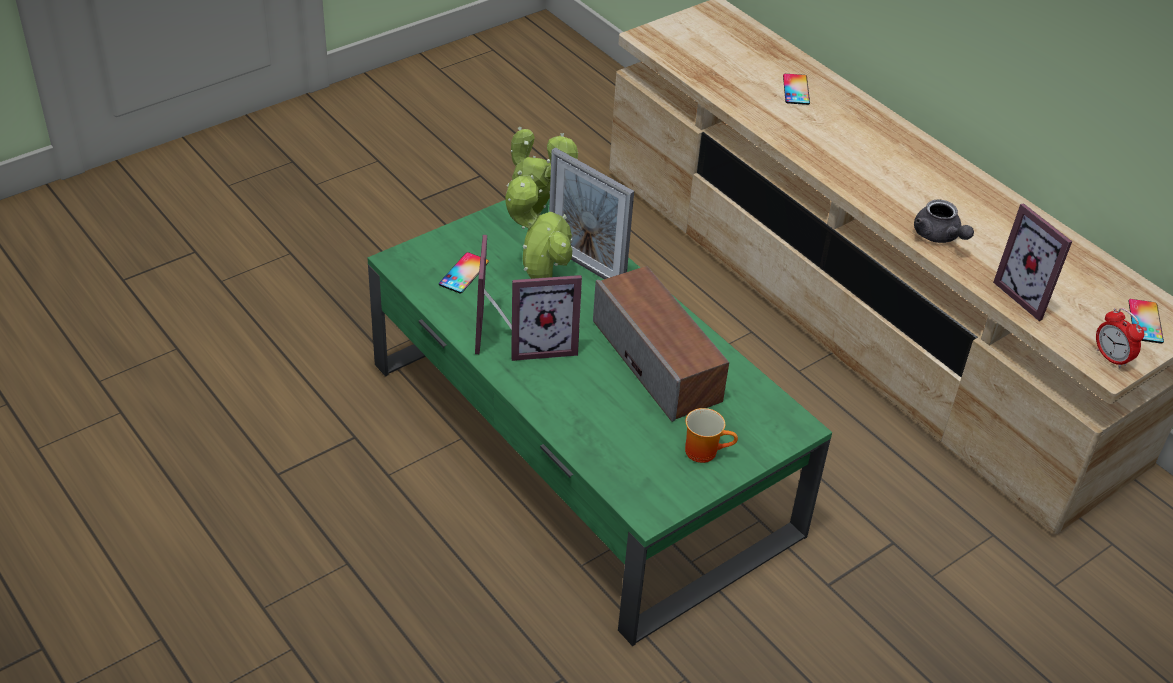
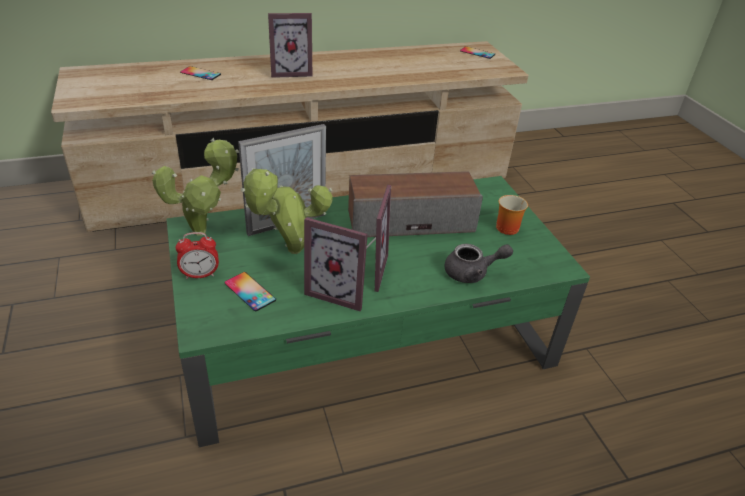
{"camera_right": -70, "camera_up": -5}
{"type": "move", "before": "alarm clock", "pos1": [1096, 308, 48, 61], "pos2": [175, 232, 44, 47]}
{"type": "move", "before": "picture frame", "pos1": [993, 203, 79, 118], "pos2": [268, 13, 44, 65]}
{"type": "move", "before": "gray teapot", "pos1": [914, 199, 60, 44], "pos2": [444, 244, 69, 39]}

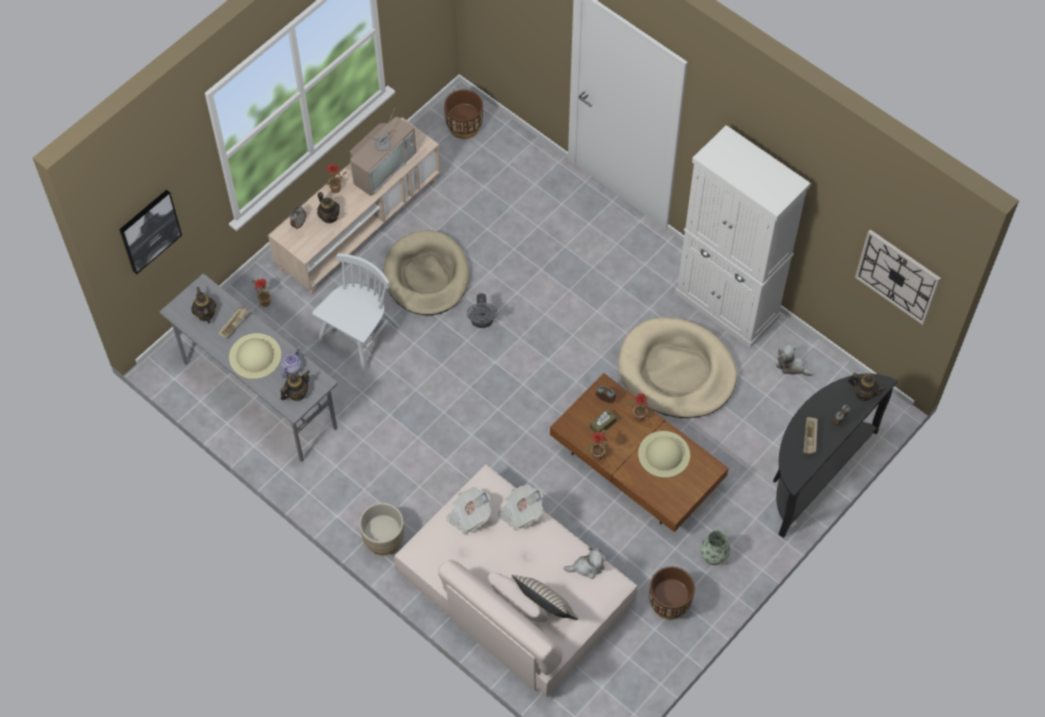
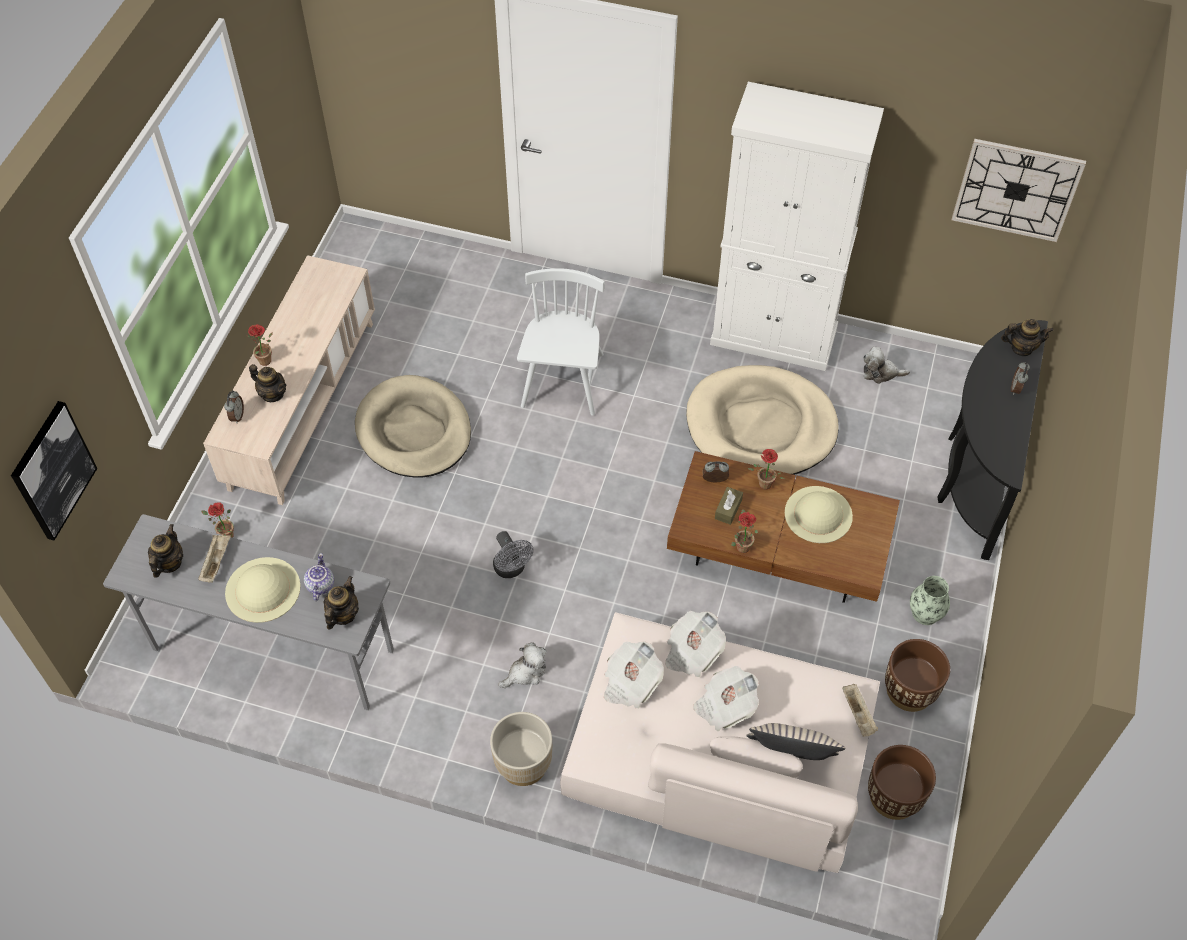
{"camera_right": -25, "camera_up": -5}
{"type": "rotate", "before": "teapot", "pos1": [191, 287, 25, 36], "pos2": [148, 524, 35, 54], "turn": 60}
{"type": "move", "before": "gray fan", "pos1": [467, 293, 31, 35], "pos2": [493, 531, 41, 47]}
{"type": "move", "before": "plush toy", "pos1": [563, 547, 44, 32], "pos2": [498, 642, 49, 46]}
{"type": "move", "before": "white-coloured upright chair", "pos1": [312, 253, 88, 120], "pos2": [517, 268, 88, 148]}
{"type": "insert", "after": "newspaper", "pos2": [693, 666, 66, 65]}
{"type": "move", "before": "sand-coloured serving tray", "pos1": [803, 416, 15, 38], "pos2": [842, 684, 36, 53]}
{"type": "move", "before": "brownish planter", "pos1": [444, 90, 39, 49], "pos2": [868, 745, 68, 75]}
{"type": "delete", "before": "TV", "pos1": [350, 108, 66, 88]}

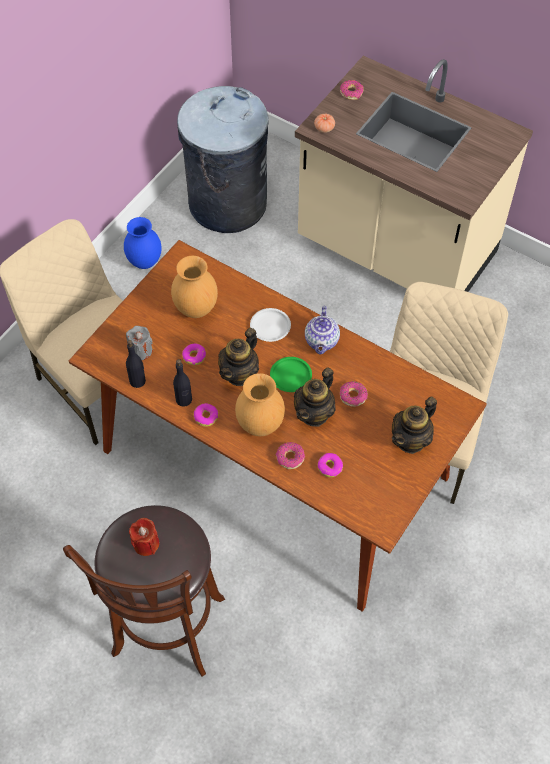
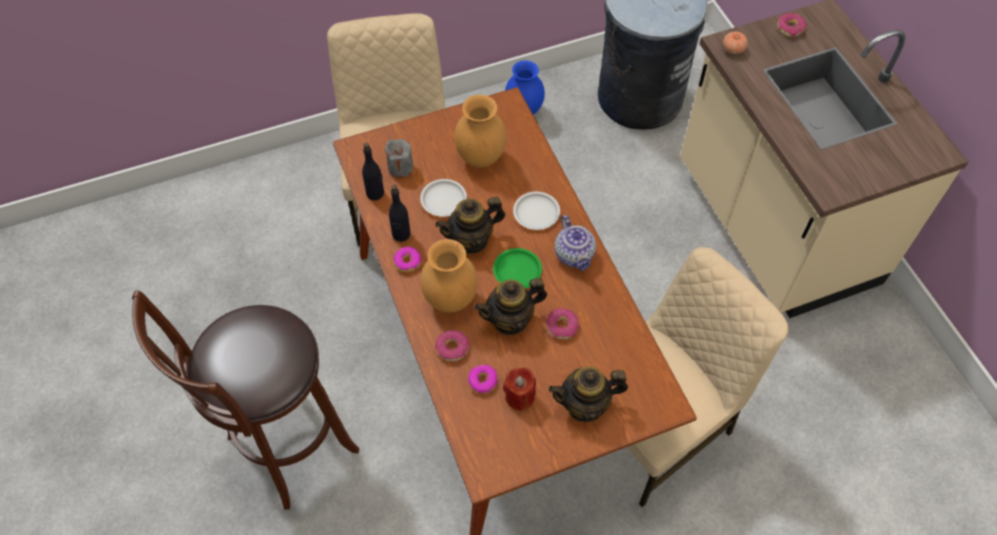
{"camera_right": 35, "camera_up": 0}
{"type": "replace", "before": "ring doughnut", "after": "white-coloured flat dish", "pos1": [182, 344, 24, 21], "pos2": [420, 179, 47, 38]}
{"type": "move", "before": "red candle", "pos1": [129, 518, 31, 38], "pos2": [503, 368, 33, 43]}
{"type": "rotate", "before": "teapot", "pos1": [305, 306, 35, 49], "pos2": [555, 215, 41, 56], "turn": -60}

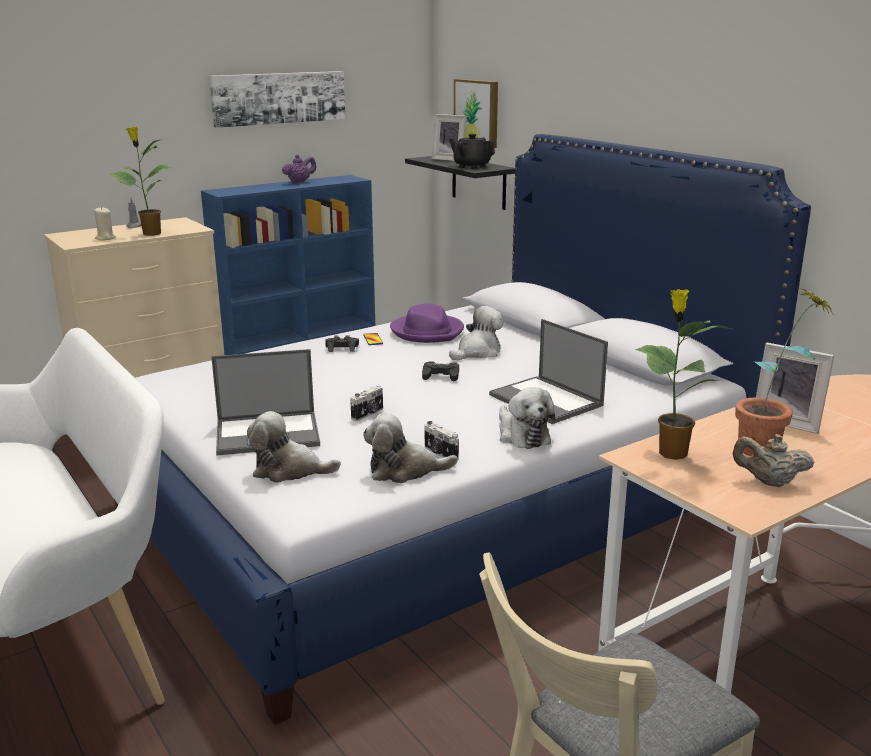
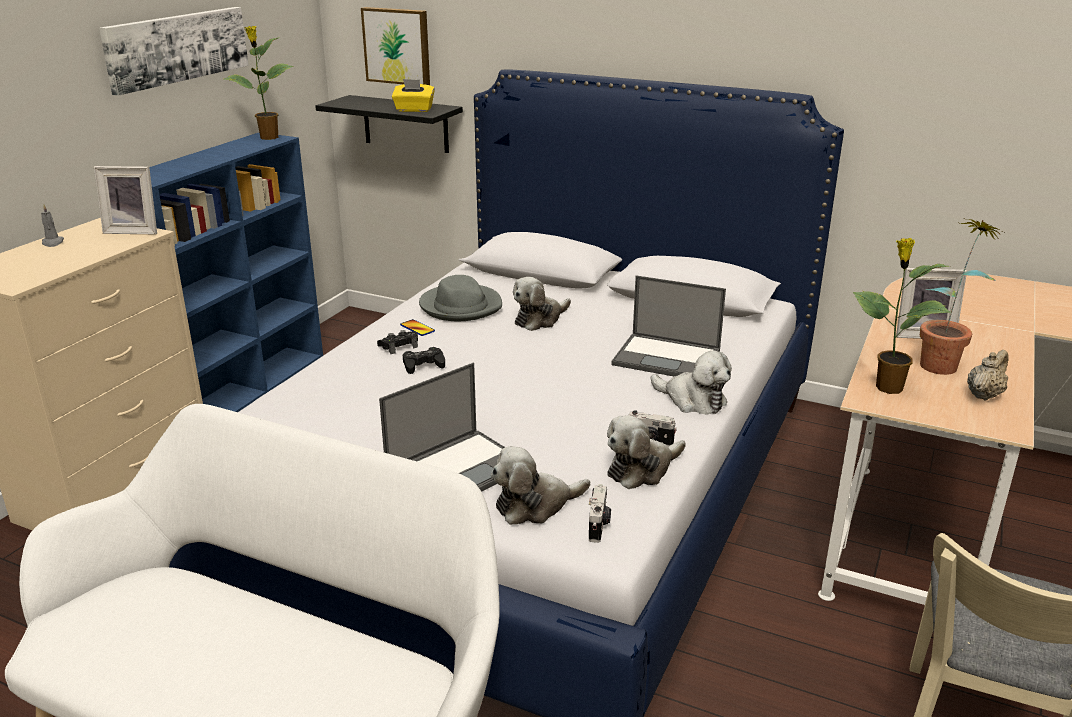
{"camera_right": -30, "camera_up": 5}
{"type": "move", "before": "picture frame", "pos1": [431, 114, 35, 47], "pos2": [94, 166, 63, 68]}
{"type": "move", "before": "plant in a pot", "pos1": [110, 126, 63, 110], "pos2": [224, 26, 69, 114]}
{"type": "replace", "before": "black teapot", "after": "yellow-coloured tissue holder", "pos1": [449, 134, 46, 35], "pos2": [392, 79, 43, 33]}
{"type": "move", "before": "black game controller", "pos1": [422, 361, 37, 20], "pos2": [403, 347, 42, 27]}
{"type": "recolor", "before": "purplish wearable hat", "after": "gray wearable hat", "pos1": [390, 304, 74, 39], "pos2": [419, 275, 83, 46]}
{"type": "rotate", "before": "plush toy", "pos1": [449, 306, 54, 54], "pos2": [513, 277, 58, 54], "turn": -150}
{"type": "move", "before": "photo camera", "pos1": [350, 386, 33, 35], "pos2": [589, 484, 22, 59]}
{"type": "rotate", "before": "sand-coloured teapot", "pos1": [733, 434, 81, 53], "pos2": [967, 350, 42, 51], "turn": 150}
{"type": "delete", "before": "sand-coloured candle", "pos1": [94, 207, 22, 33]}
{"type": "delete", "before": "purplish teapot", "pos1": [282, 154, 34, 29]}

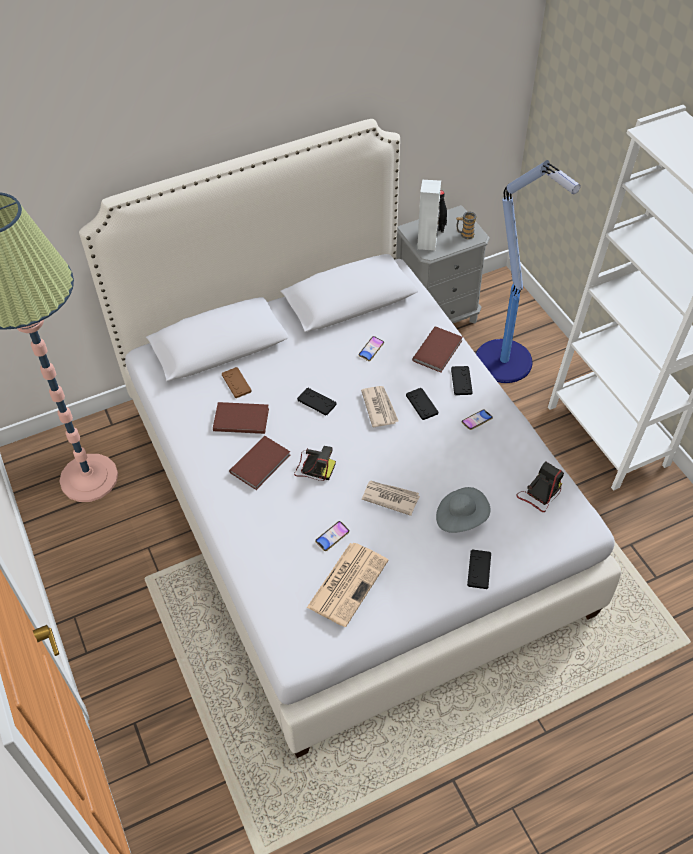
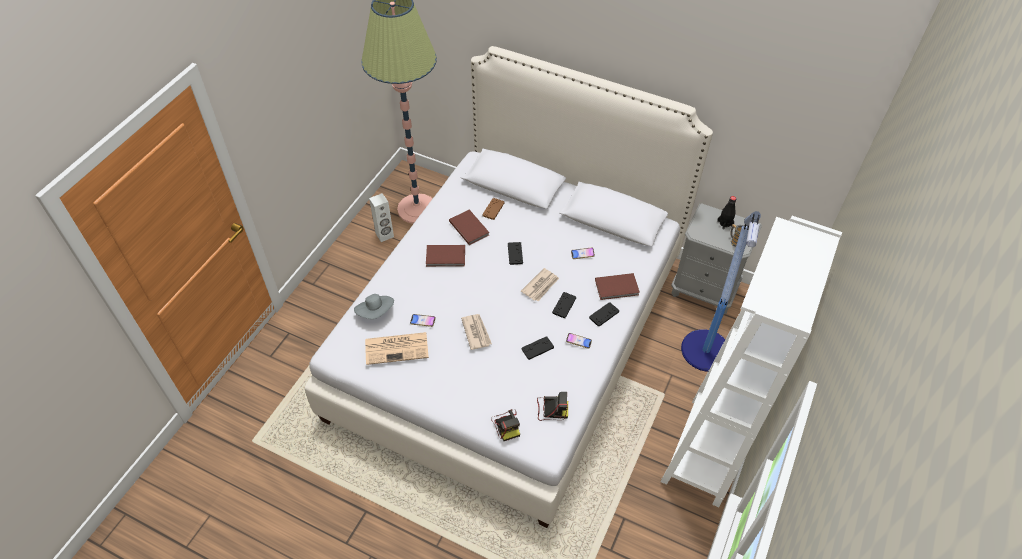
{"camera_right": 50, "camera_up": 0}
{"type": "move", "before": "gray wearable hat", "pos1": [436, 487, 55, 46], "pos2": [354, 294, 40, 25]}
{"type": "move", "before": "white-coloured speaker", "pos1": [417, 180, 24, 71], "pos2": [369, 193, 25, 49]}
{"type": "move", "before": "photo camera", "pos1": [294, 446, 42, 35], "pos2": [491, 409, 29, 32]}
{"type": "move", "before": "black game controller", "pos1": [467, 549, 24, 40], "pos2": [521, 337, 33, 23]}

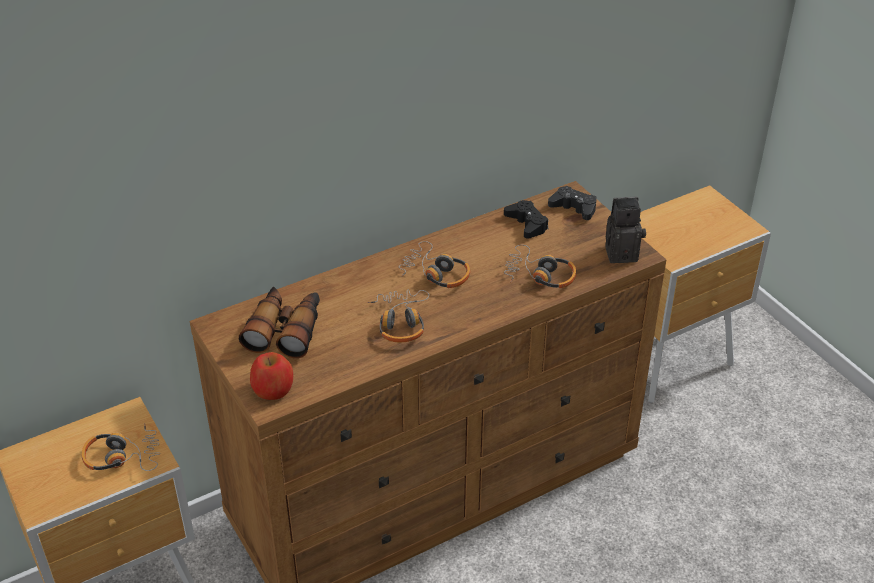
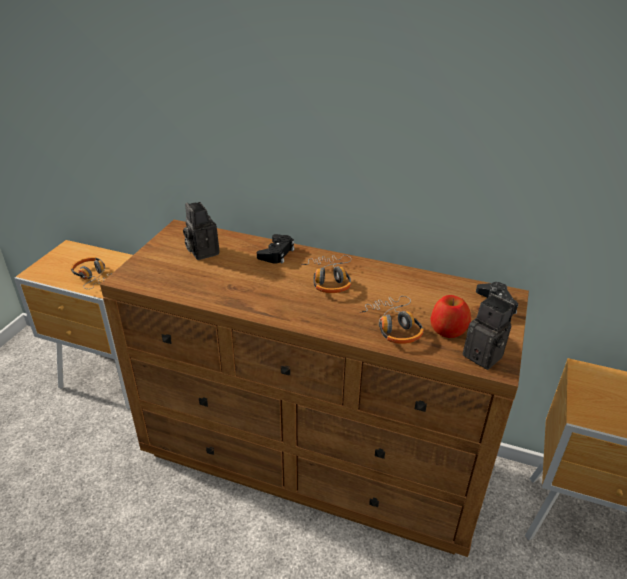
{"camera_right": 50, "camera_up": -5}
{"type": "replace", "before": "field glasses", "after": "photo camera", "pos1": [239, 287, 81, 71], "pos2": [183, 202, 37, 58]}
{"type": "move", "before": "black game controller", "pos1": [504, 200, 44, 39], "pos2": [257, 234, 38, 30]}
{"type": "move", "before": "whole apple", "pos1": [250, 352, 43, 48], "pos2": [431, 295, 40, 43]}
{"type": "delete", "before": "headset", "pos1": [367, 289, 62, 53]}

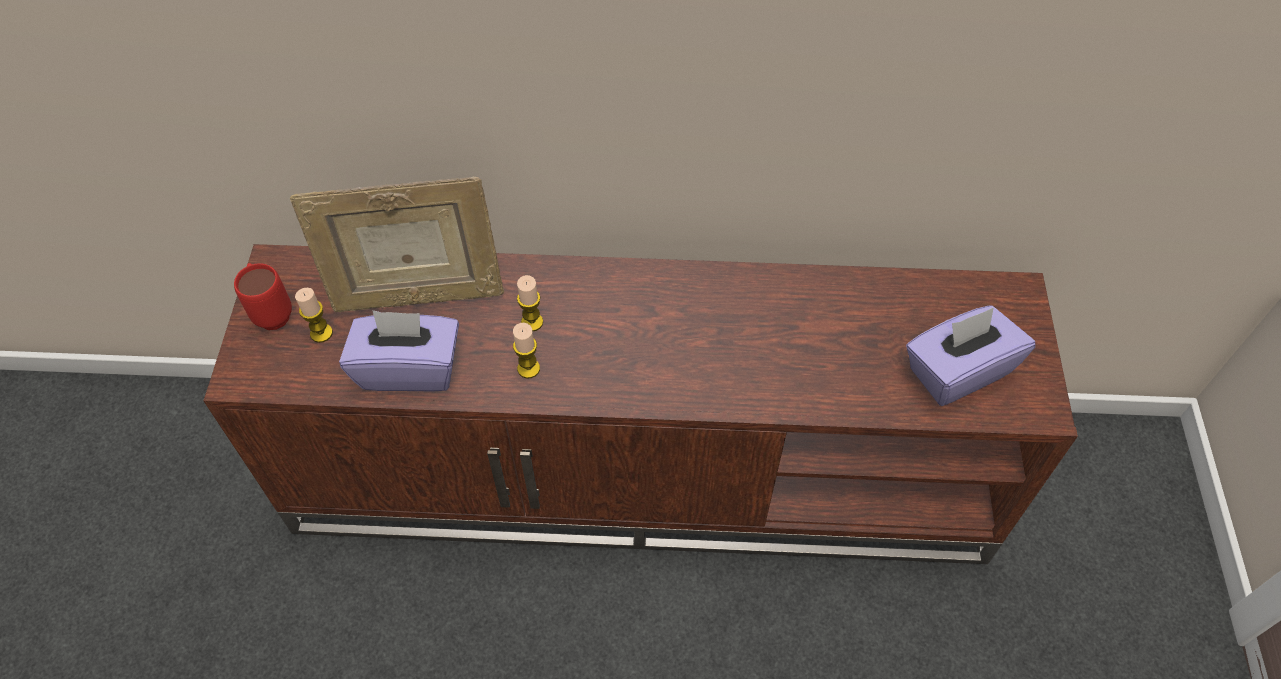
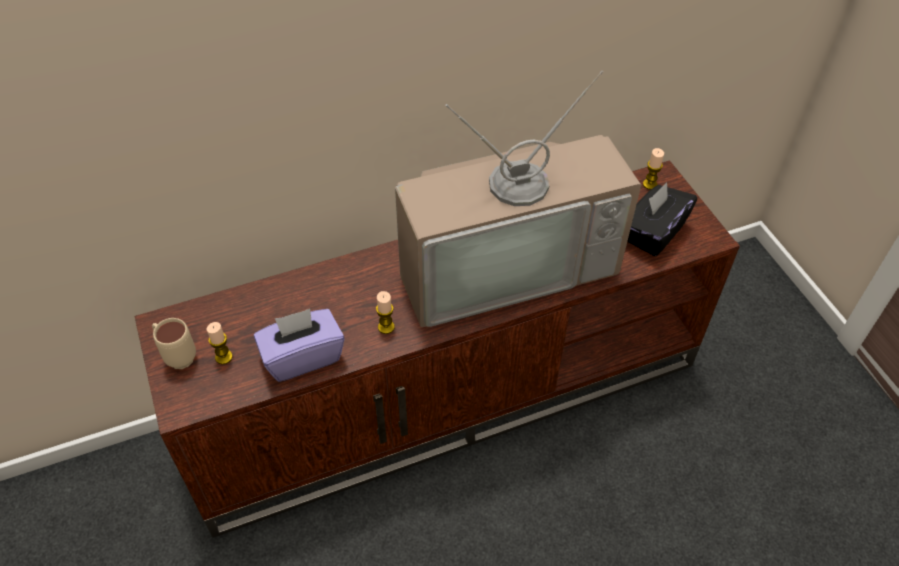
{"camera_right": -25, "camera_up": -5}
{"type": "recolor", "before": "red coffee mug", "after": "sand-coloured coffee mug", "pos1": [234, 263, 58, 67], "pos2": [152, 318, 44, 51]}
{"type": "insert", "after": "TV", "pos2": [395, 71, 246, 256]}
{"type": "recolor", "before": "purplish tissue holder", "after": "black tissue holder", "pos1": [906, 305, 129, 101], "pos2": [627, 182, 70, 74]}
{"type": "move", "before": "candle", "pos1": [517, 275, 26, 56], "pos2": [643, 148, 21, 42]}
{"type": "delete", "before": "picture frame", "pos1": [290, 177, 214, 135]}

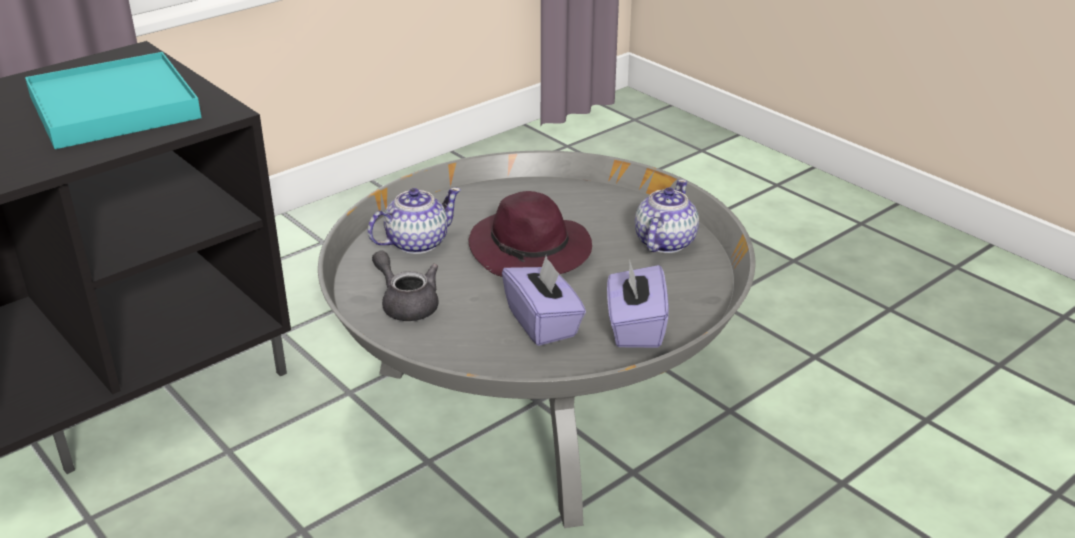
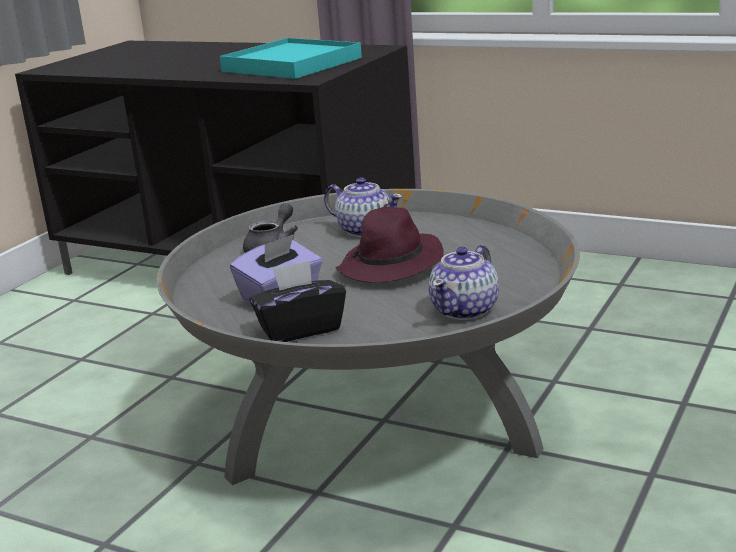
{"camera_right": 70, "camera_up": -10}
{"type": "recolor", "before": "purplish tissue holder", "after": "black tissue holder", "pos1": [607, 260, 62, 88], "pos2": [249, 260, 97, 82]}
{"type": "rotate", "before": "teapot", "pos1": [635, 179, 64, 74], "pos2": [429, 245, 70, 75], "turn": 120}

